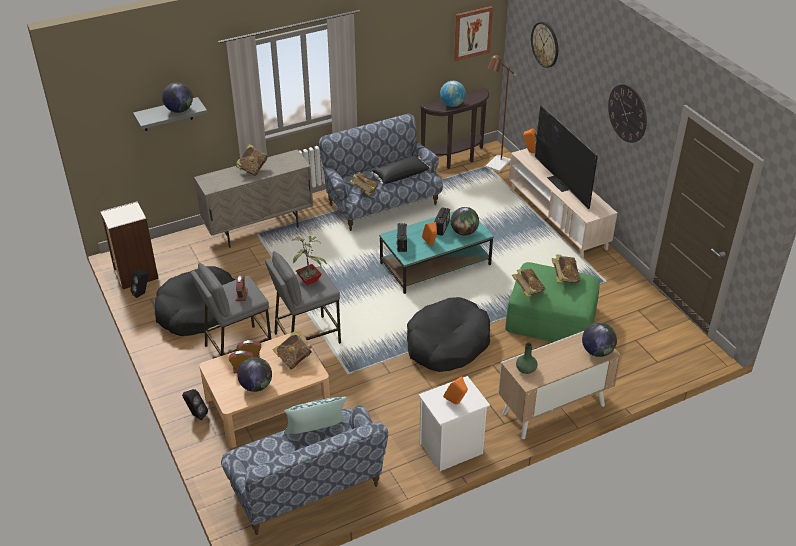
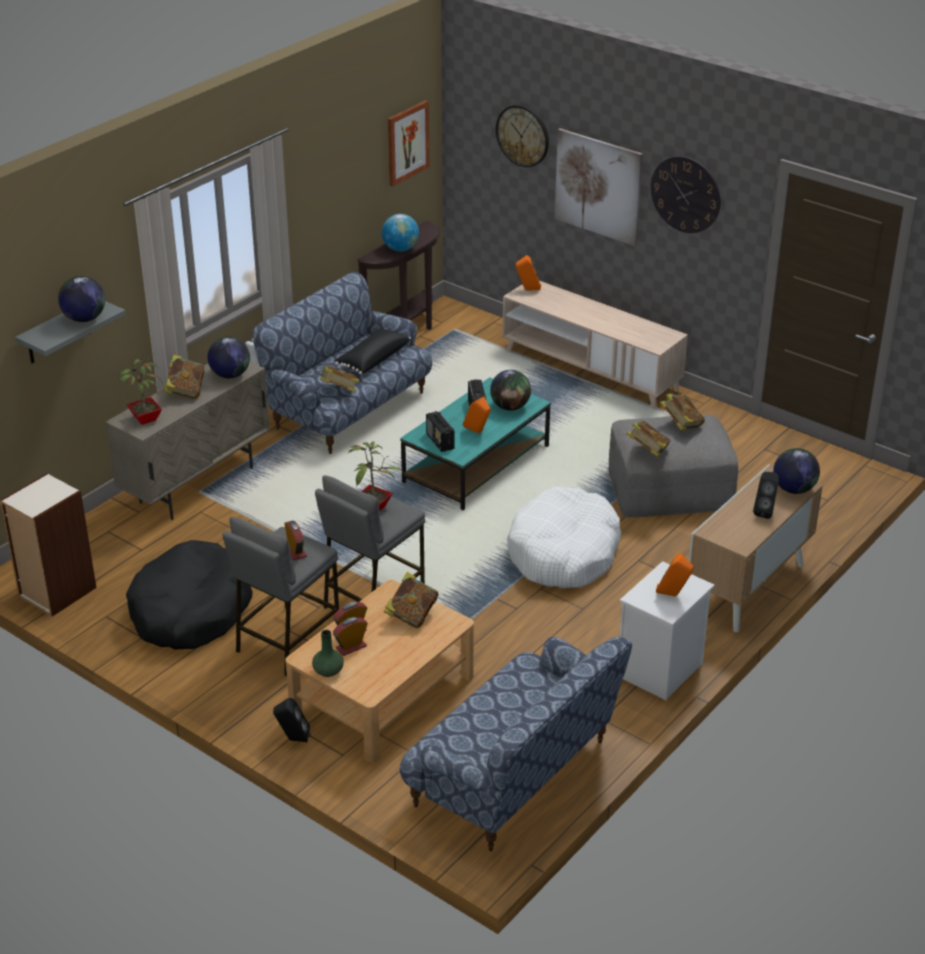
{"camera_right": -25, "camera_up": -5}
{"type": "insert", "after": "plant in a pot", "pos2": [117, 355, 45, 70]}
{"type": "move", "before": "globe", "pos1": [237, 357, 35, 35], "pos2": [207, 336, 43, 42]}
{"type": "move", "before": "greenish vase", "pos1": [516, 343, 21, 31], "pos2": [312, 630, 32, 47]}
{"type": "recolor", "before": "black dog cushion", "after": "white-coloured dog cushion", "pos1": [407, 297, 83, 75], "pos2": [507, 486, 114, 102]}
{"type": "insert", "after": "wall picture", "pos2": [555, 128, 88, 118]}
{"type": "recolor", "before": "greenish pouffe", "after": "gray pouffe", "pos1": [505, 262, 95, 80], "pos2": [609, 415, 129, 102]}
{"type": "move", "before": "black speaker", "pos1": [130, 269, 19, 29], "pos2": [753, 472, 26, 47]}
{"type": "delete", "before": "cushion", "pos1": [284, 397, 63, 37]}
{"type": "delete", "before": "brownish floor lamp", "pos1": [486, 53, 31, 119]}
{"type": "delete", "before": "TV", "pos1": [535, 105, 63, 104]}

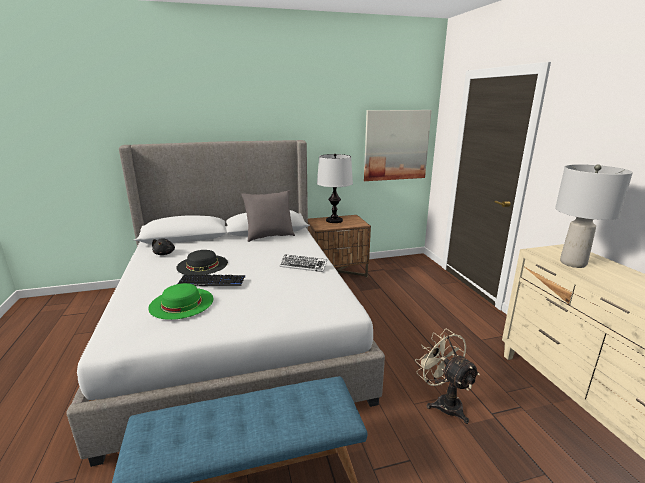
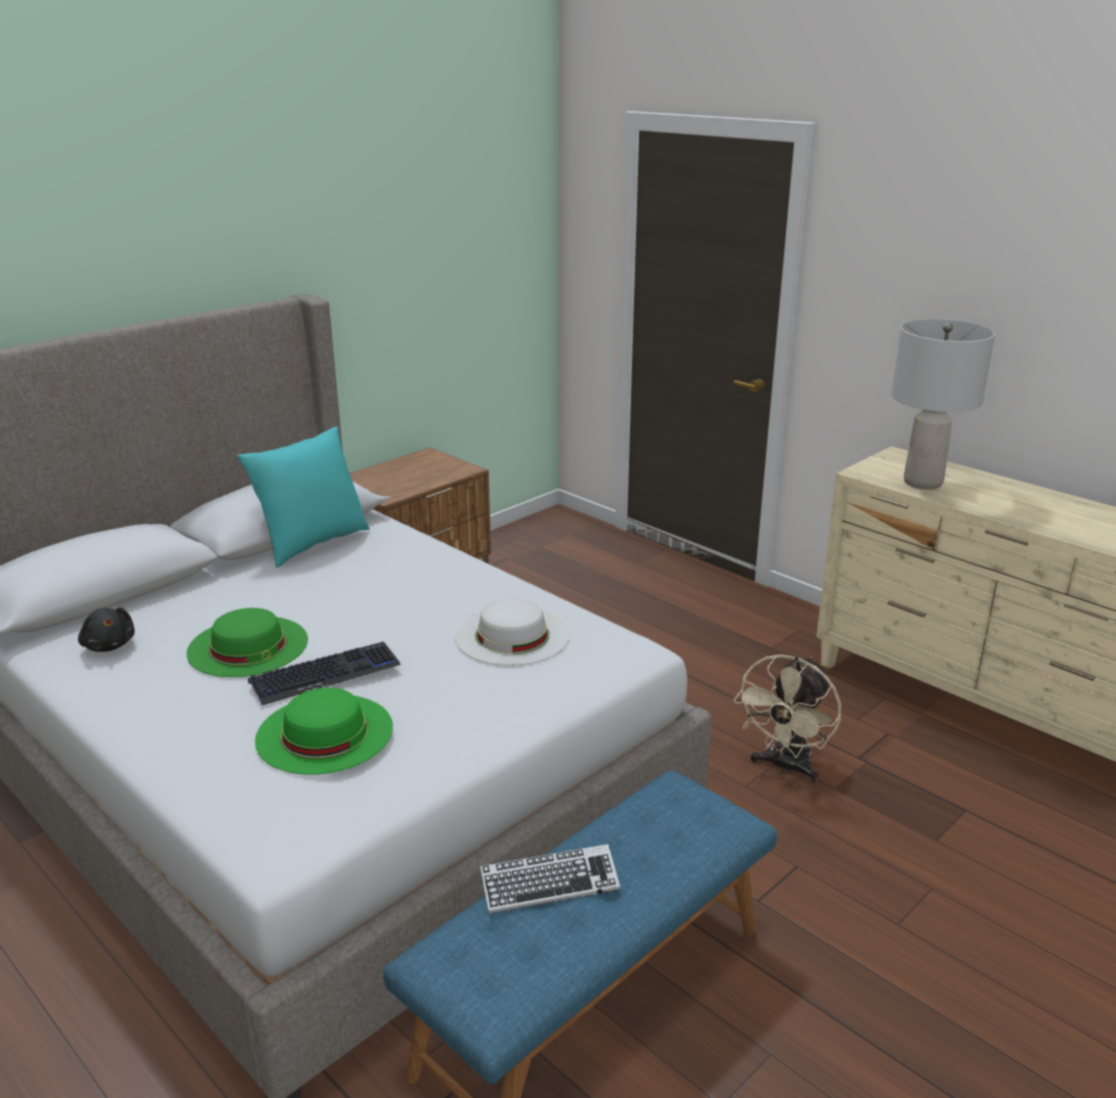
{"camera_right": -30, "camera_up": 5}
{"type": "recolor", "before": "black wearable hat", "after": "greenish wearable hat", "pos1": [176, 250, 52, 25], "pos2": [187, 608, 121, 69]}
{"type": "recolor", "before": "gray cushion", "after": "turquoise-coloured cushion", "pos1": [241, 191, 54, 51], "pos2": [238, 427, 132, 141]}
{"type": "insert", "after": "white-coloured wearable hat", "pos2": [455, 598, 115, 68]}
{"type": "move", "before": "PC keyboard", "pos1": [279, 254, 49, 18], "pos2": [480, 844, 140, 70]}
{"type": "rotate", "before": "sand-coloured fan", "pos1": [415, 328, 65, 96], "pos2": [734, 654, 107, 129], "turn": -90}
{"type": "delete", "before": "lamp for a table", "pos1": [317, 154, 36, 69]}
{"type": "delete", "before": "wall picture", "pos1": [364, 110, 68, 71]}

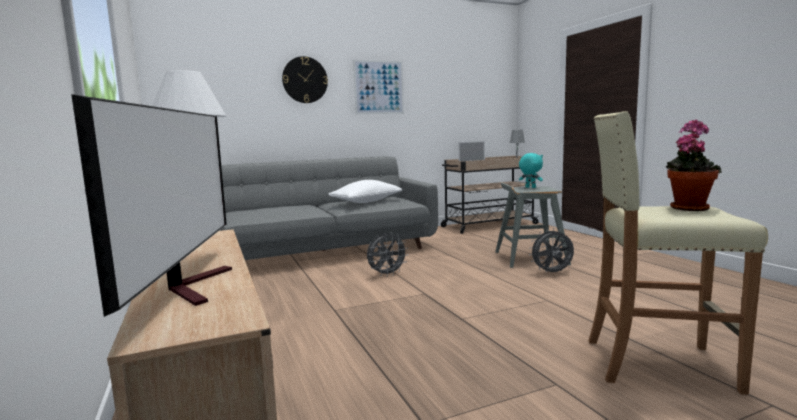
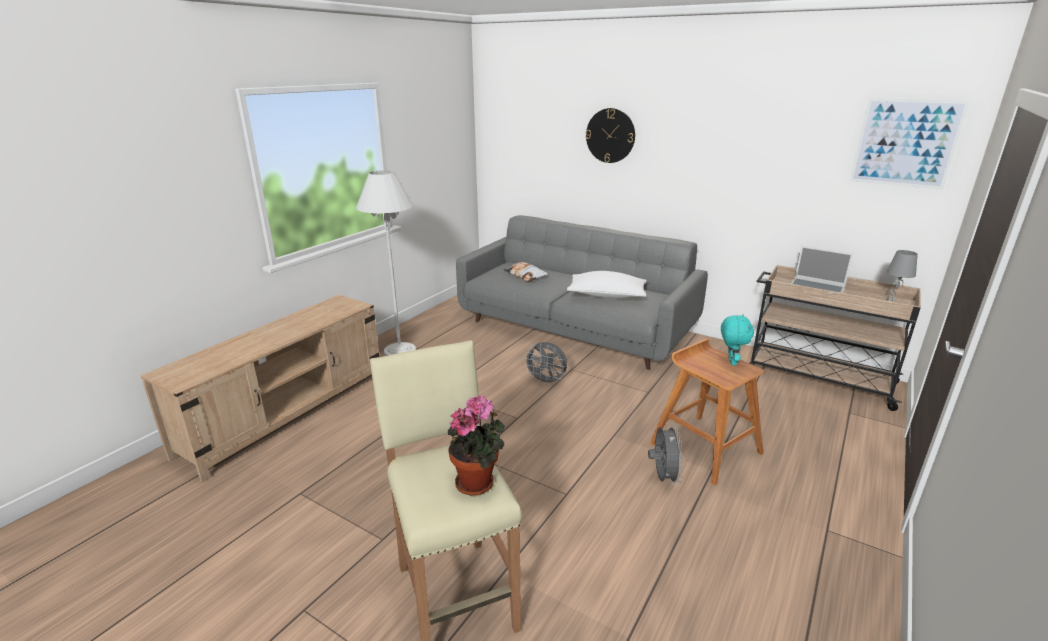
{"camera_right": 55, "camera_up": 15}
{"type": "insert", "after": "cushion", "pos2": [503, 262, 45, 20]}
{"type": "rotate", "before": "gray fan", "pos1": [529, 228, 45, 44], "pos2": [648, 424, 36, 61], "turn": 45}
{"type": "recolor", "before": "gray sitting stool", "after": "brownish sitting stool", "pos1": [495, 183, 76, 85], "pos2": [650, 339, 114, 147]}
{"type": "move", "before": "wall picture", "pos1": [353, 60, 51, 54], "pos2": [850, 98, 119, 91]}
{"type": "delete", "before": "TV", "pos1": [71, 94, 161, 223]}

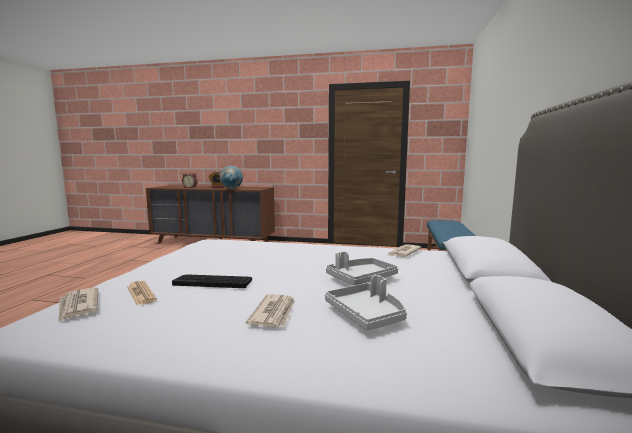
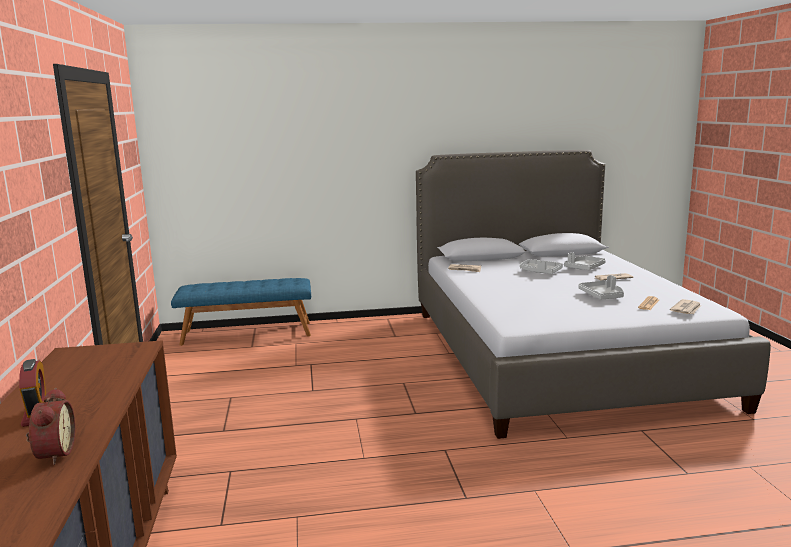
{"camera_right": -110, "camera_up": 5}
{"type": "replace", "before": "PC keyboard", "after": "gray serving tray", "pos1": [172, 274, 80, 14], "pos2": [578, 275, 46, 24]}
{"type": "delete", "before": "globe", "pos1": [219, 166, 24, 23]}

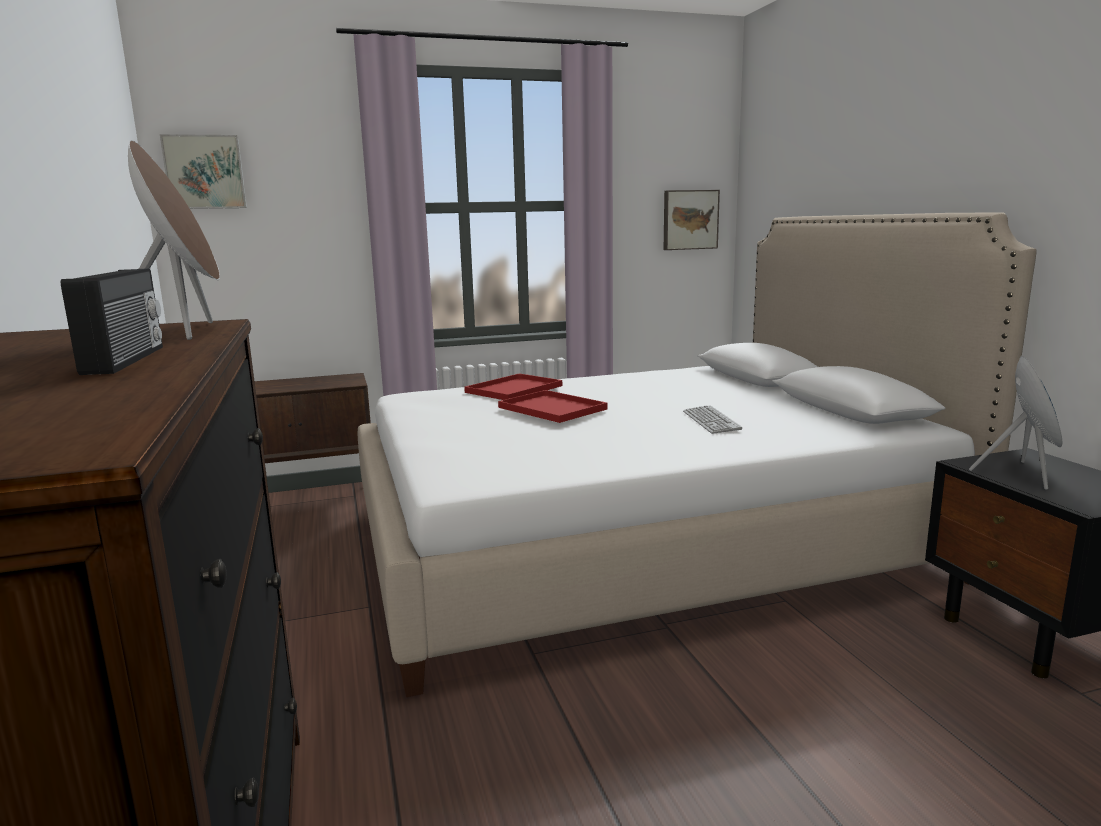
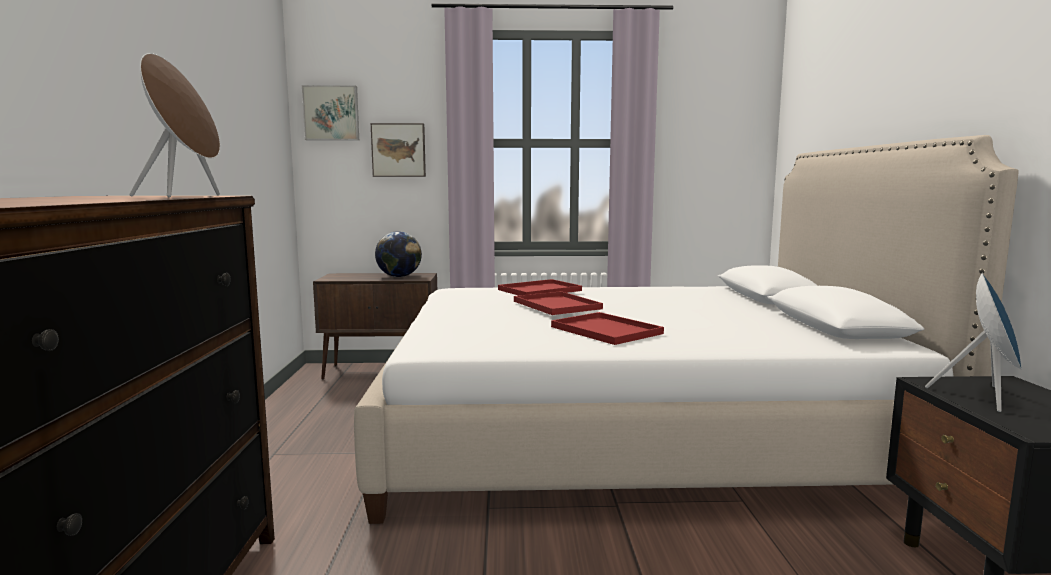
{"camera_right": 15, "camera_up": -5}
{"type": "move", "before": "wall picture", "pos1": [664, 190, 56, 60], "pos2": [371, 123, 55, 54]}
{"type": "insert", "after": "globe", "pos2": [375, 231, 47, 46]}
{"type": "insert", "after": "red serving tray", "pos2": [551, 312, 113, 33]}
{"type": "delete", "before": "radio set", "pos1": [60, 268, 103, 107]}
{"type": "delete", "before": "PC keyboard", "pos1": [683, 405, 59, 29]}

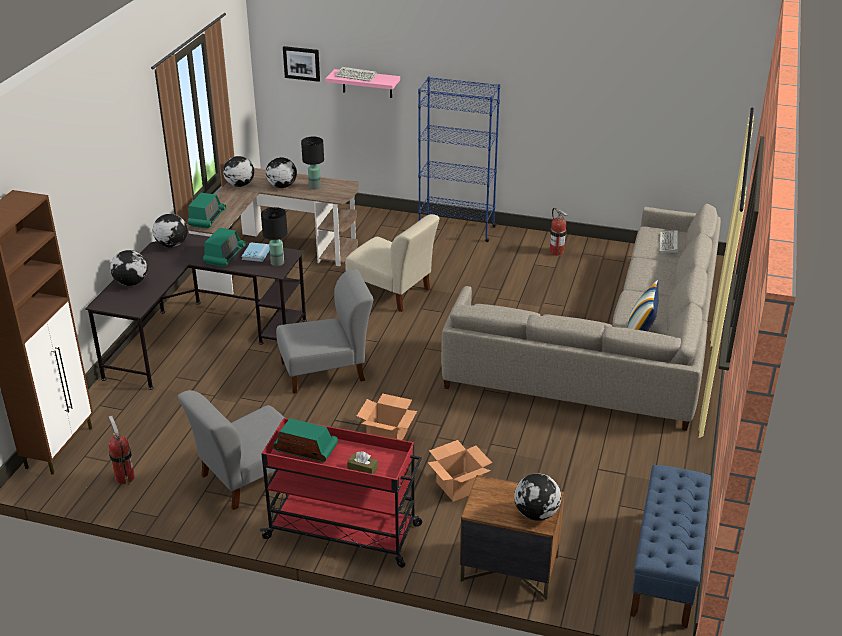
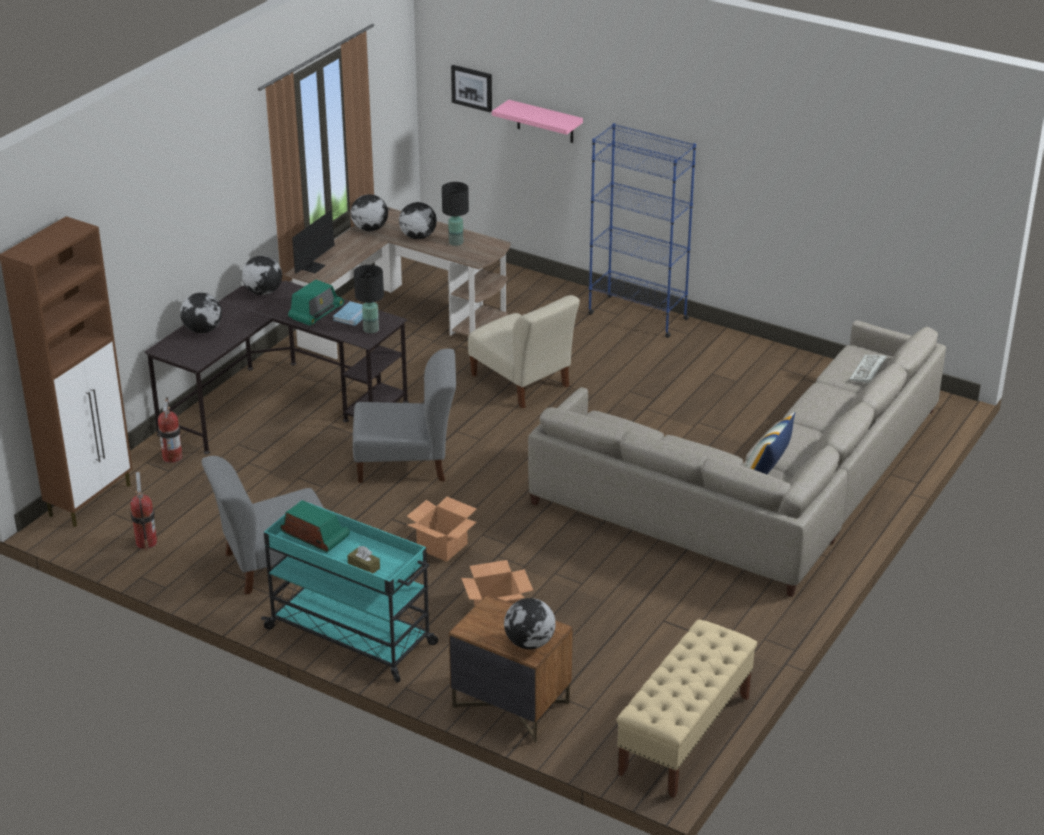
{"camera_right": 15, "camera_up": 0}
{"type": "move", "before": "fire extinguisher", "pos1": [550, 208, 18, 48], "pos2": [158, 397, 24, 66]}
{"type": "recolor", "before": "red trolley", "after": "turquoise-coloured trolley", "pos1": [260, 418, 162, 150], "pos2": [261, 500, 177, 183]}
{"type": "replace", "before": "radio set", "after": "computer screen", "pos1": [188, 193, 38, 36], "pos2": [292, 208, 49, 65]}
{"type": "recolor", "before": "blue long seat", "after": "sand-coloured long seat", "pos1": [630, 465, 81, 163], "pos2": [616, 619, 141, 179]}
{"type": "delete", "before": "PC keyboard", "pos1": [335, 67, 42, 15]}

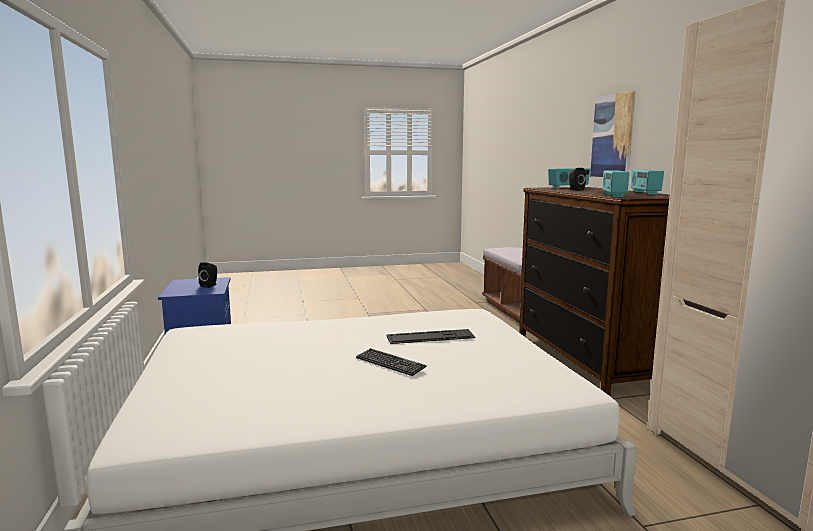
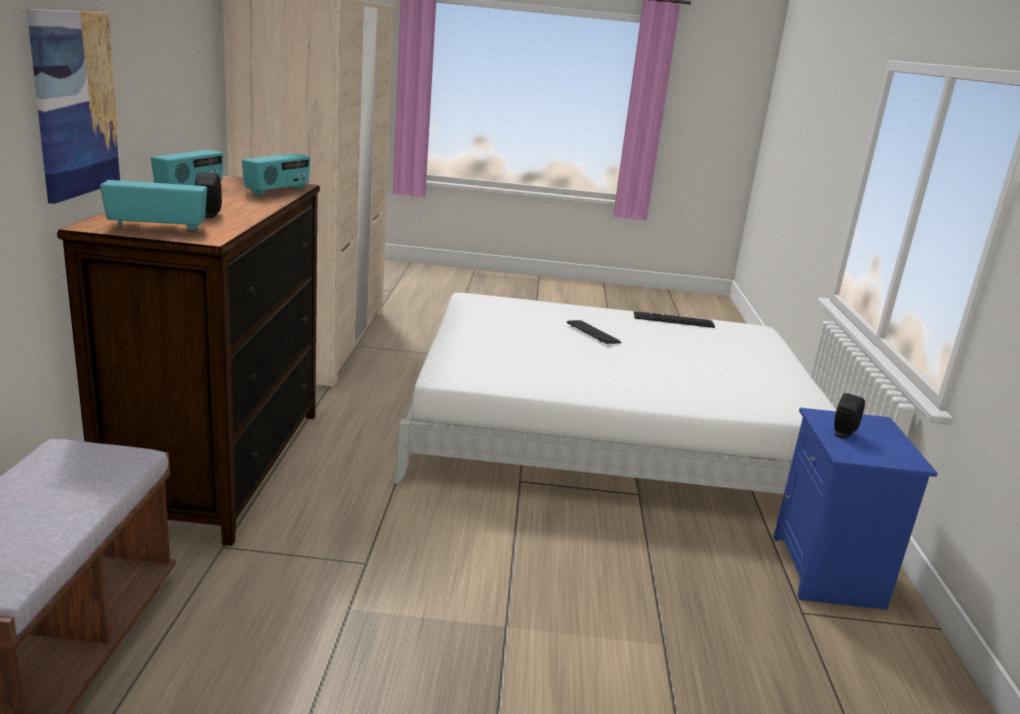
{"camera_right": -165, "camera_up": 10}
{"type": "move", "before": "PC keyboard", "pos1": [386, 329, 90, 15], "pos2": [634, 311, 81, 17]}

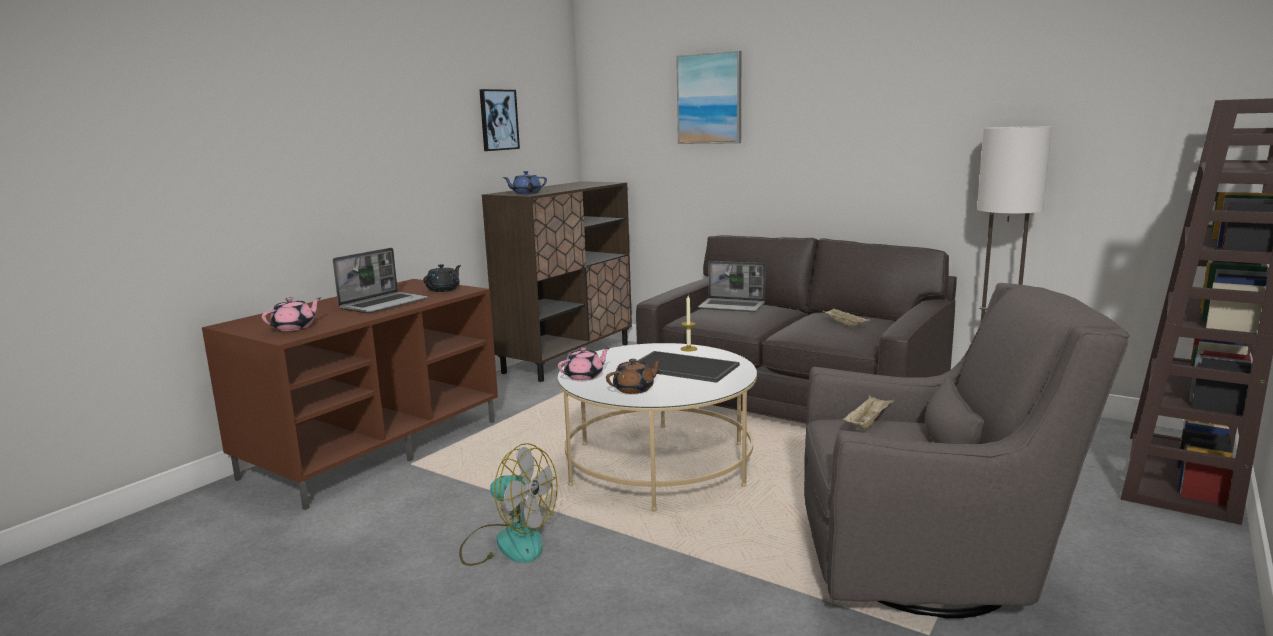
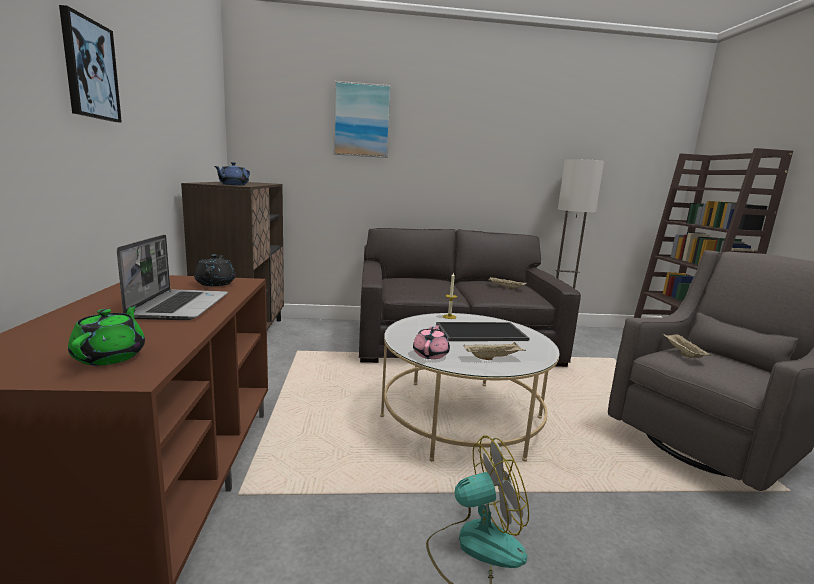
{"camera_right": -40, "camera_up": 0}
{"type": "move", "before": "wall picture", "pos1": [479, 89, 41, 62], "pos2": [59, 5, 63, 118]}
{"type": "recolor", "before": "pinkish teapot", "after": "greenish teapot", "pos1": [262, 297, 59, 34], "pos2": [68, 305, 77, 60]}
{"type": "replace", "before": "brownish teapot", "after": "sand-coloured serving tray", "pos1": [606, 359, 56, 35], "pos2": [464, 342, 62, 18]}
{"type": "delete", "before": "laptop", "pos1": [698, 261, 68, 51]}

